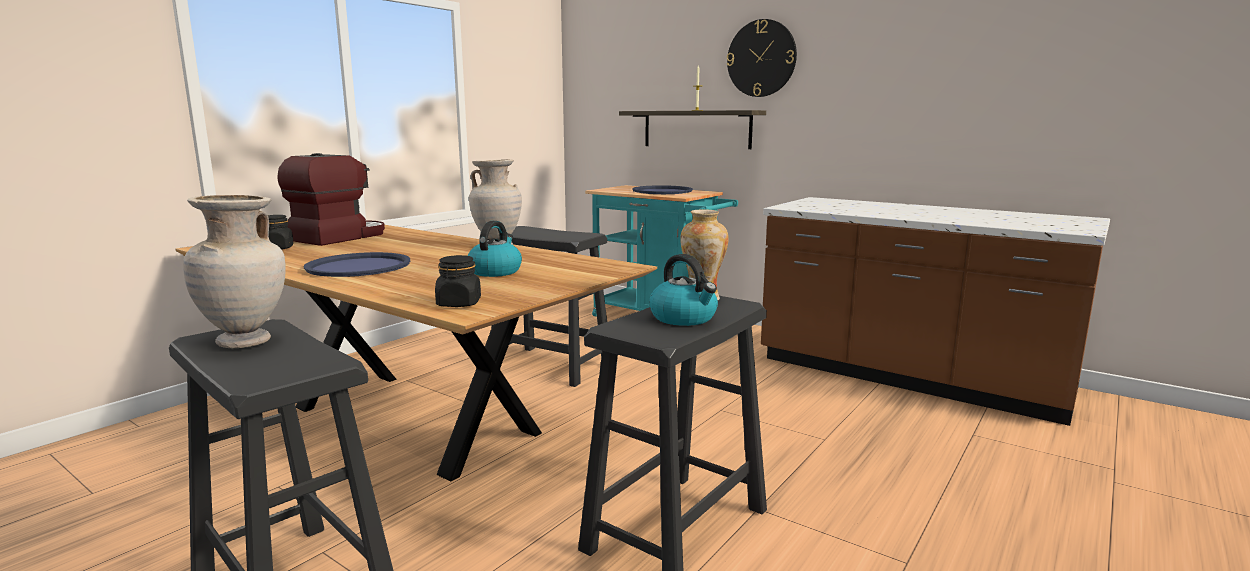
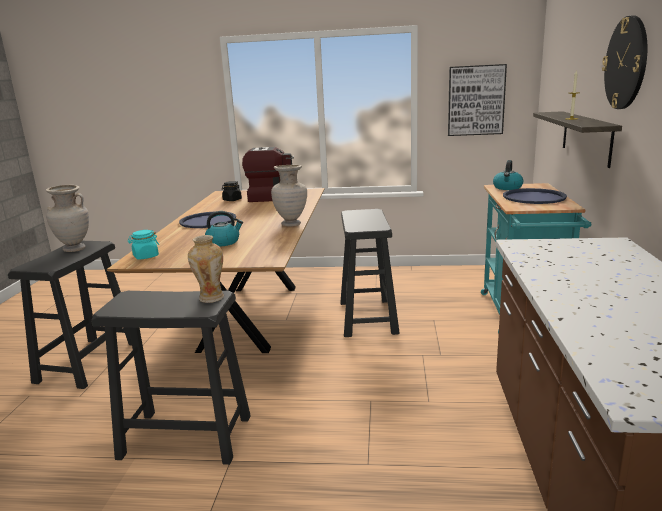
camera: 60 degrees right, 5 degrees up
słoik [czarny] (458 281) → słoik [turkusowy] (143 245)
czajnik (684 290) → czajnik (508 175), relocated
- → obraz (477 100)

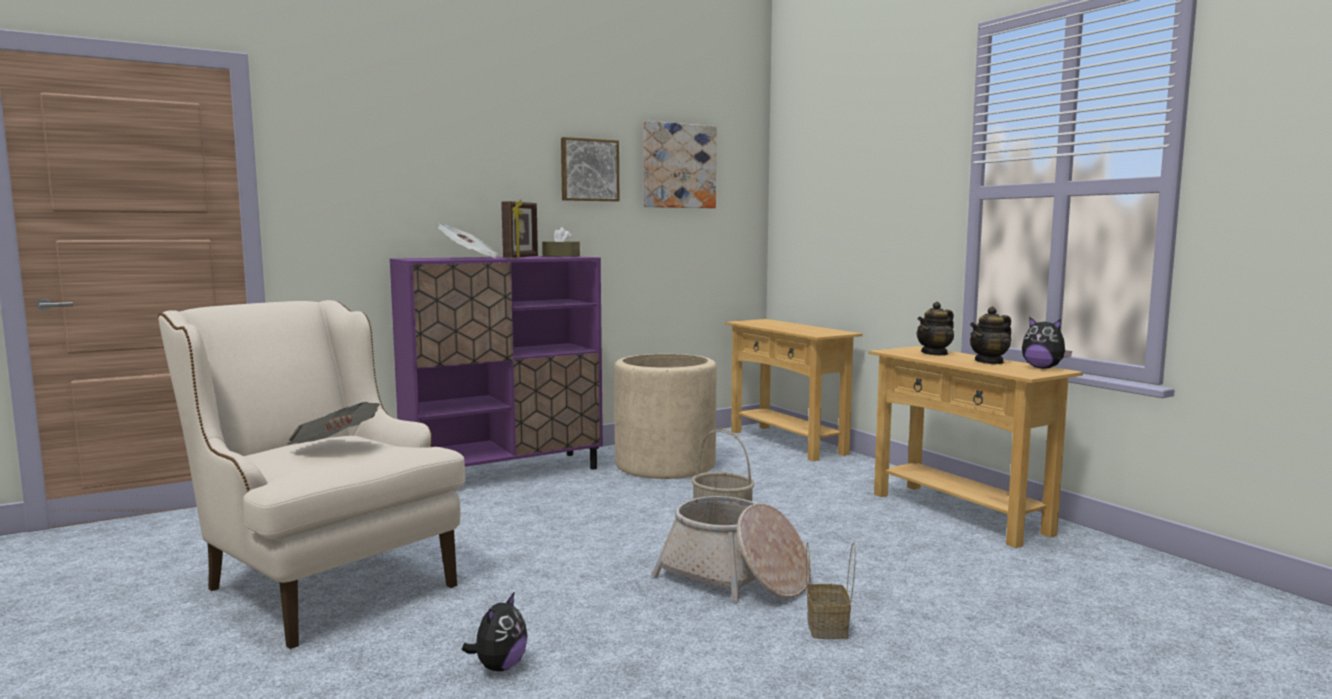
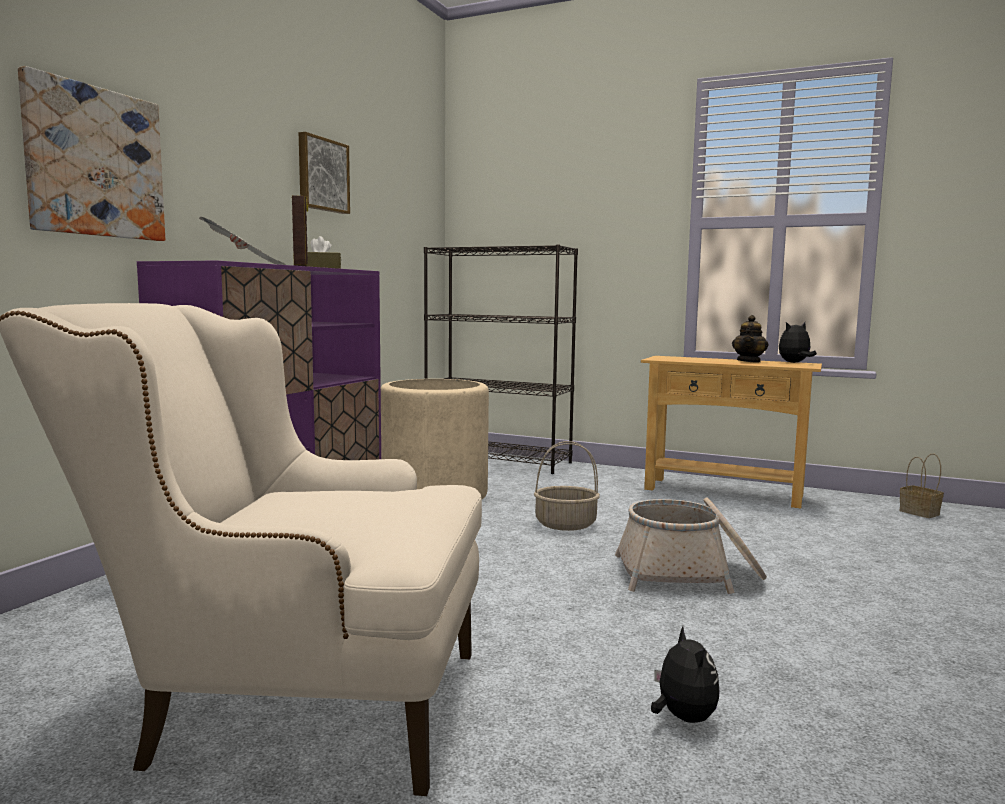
camera: 35 degrees left, 0 degrees up
gazeta (333 423) → -
obraz (680 164) → obraz (91 153), relocated
stolik konsolowy [beżowy] (794 390) → regał [czarny] (501 359)
koszyk (831 590) → koszyk (922 486), relocated
imbryk (935 329) → -
pluszak (1047 343) → pluszak (798 342), 150 degrees clockwise

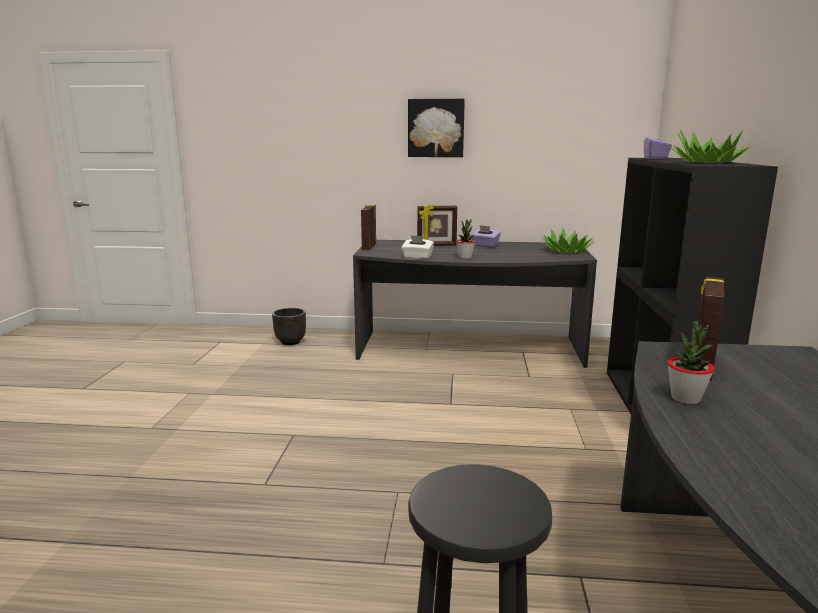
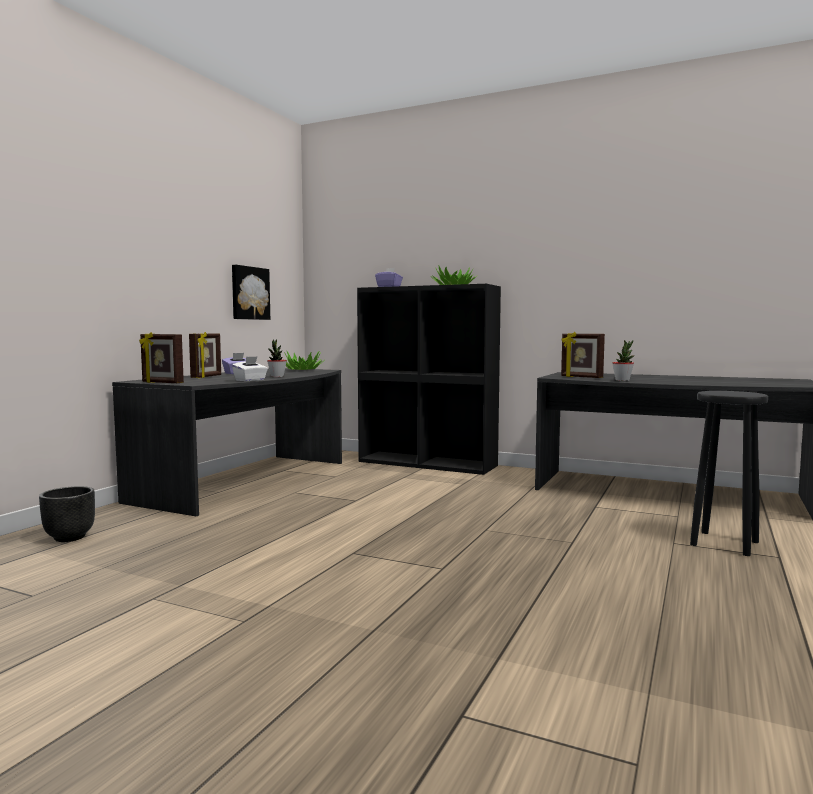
camera: 70 degrees left, 10 degrees down
obraz (436 128) → obraz (251 292), relocated

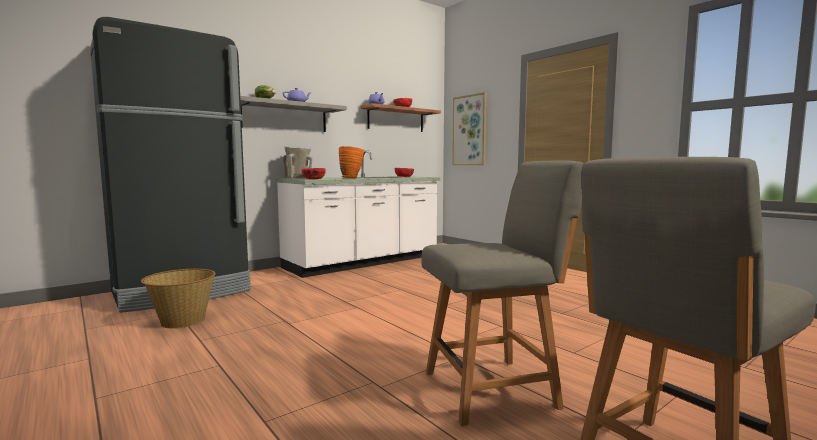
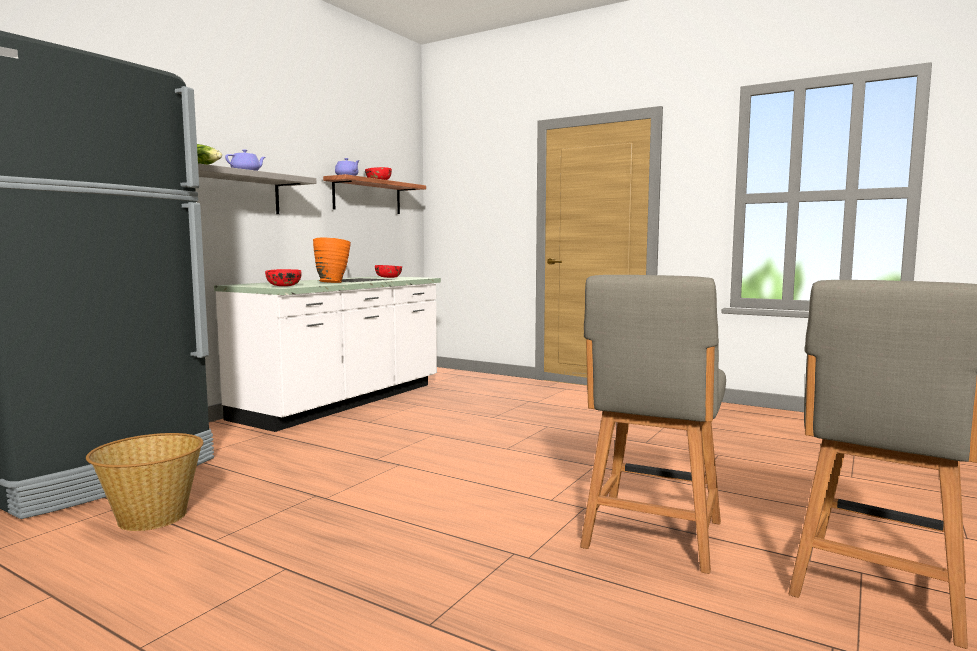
camera: 20 degrees left, 0 degrees up
wazon [beżowy] (297 163) → -
krzesło [szary] (502 293) → krzesło [szary] (653 424), 150 degrees clockwise
obraz (469 128) → -

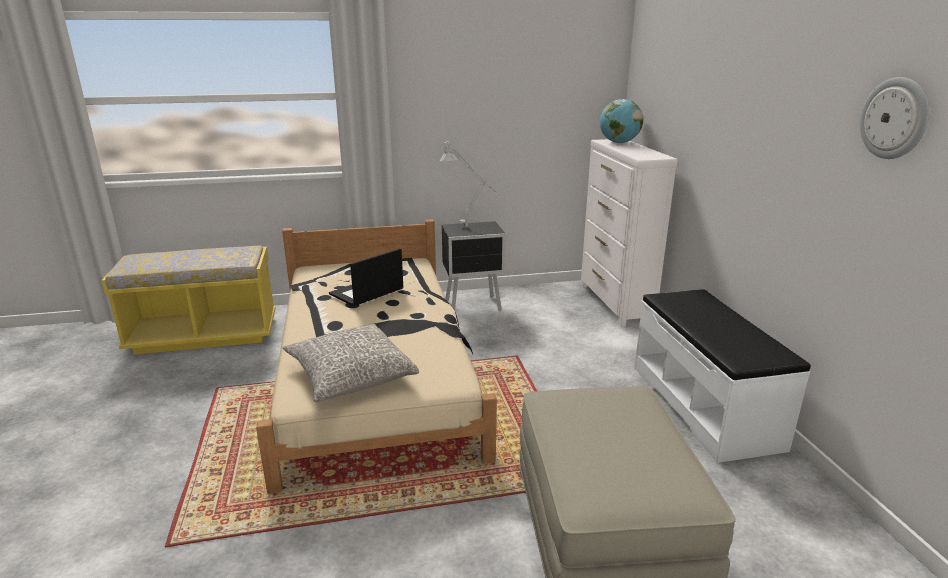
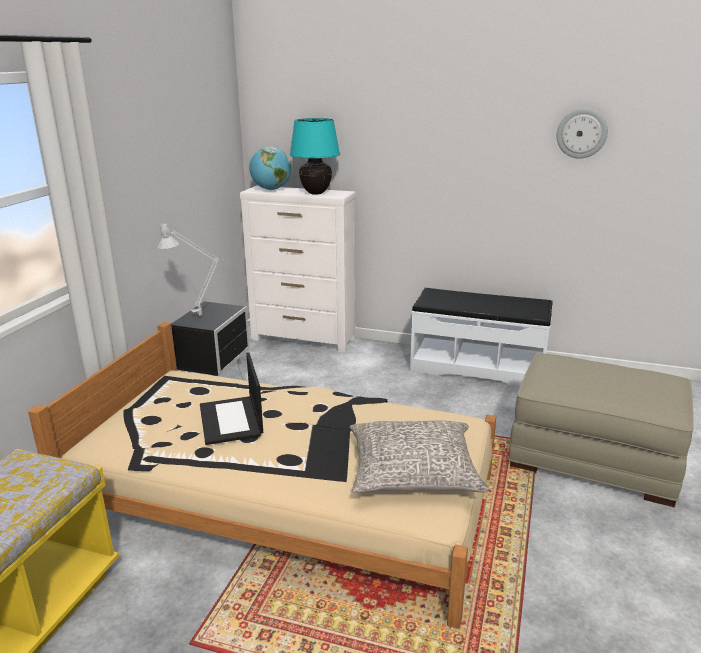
camera: 60 degrees left, 0 degrees up
- → lampa stołowa [turkusowy] (315 156)

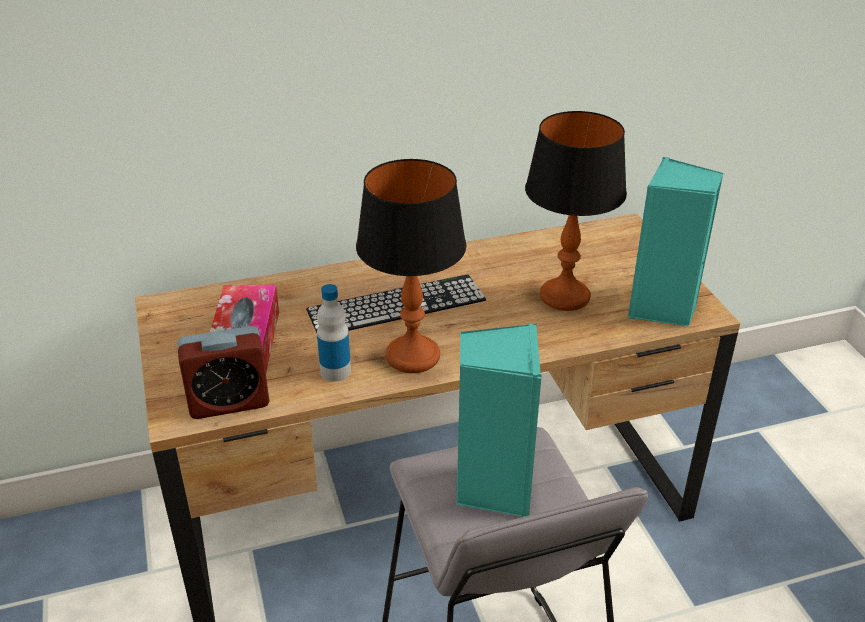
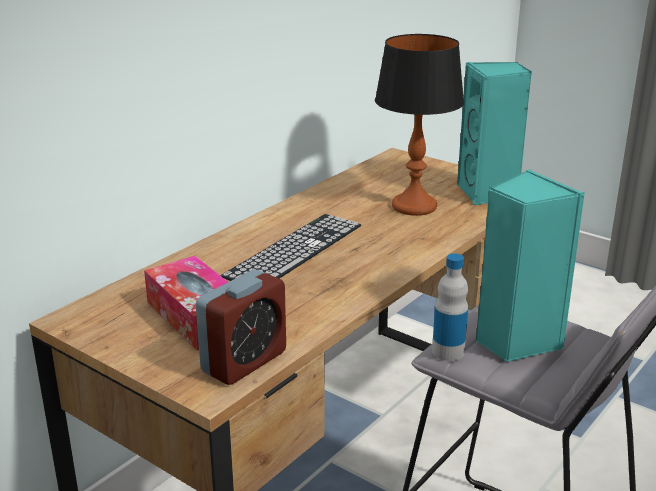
camera: 35 degrees left, 10 degrees down
butelka (334 333) → butelka (450 307), relocated
lampa stołowa (411 266) → -

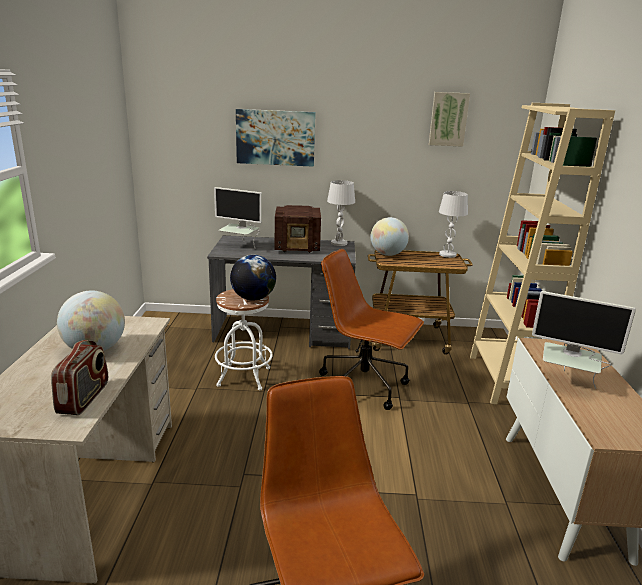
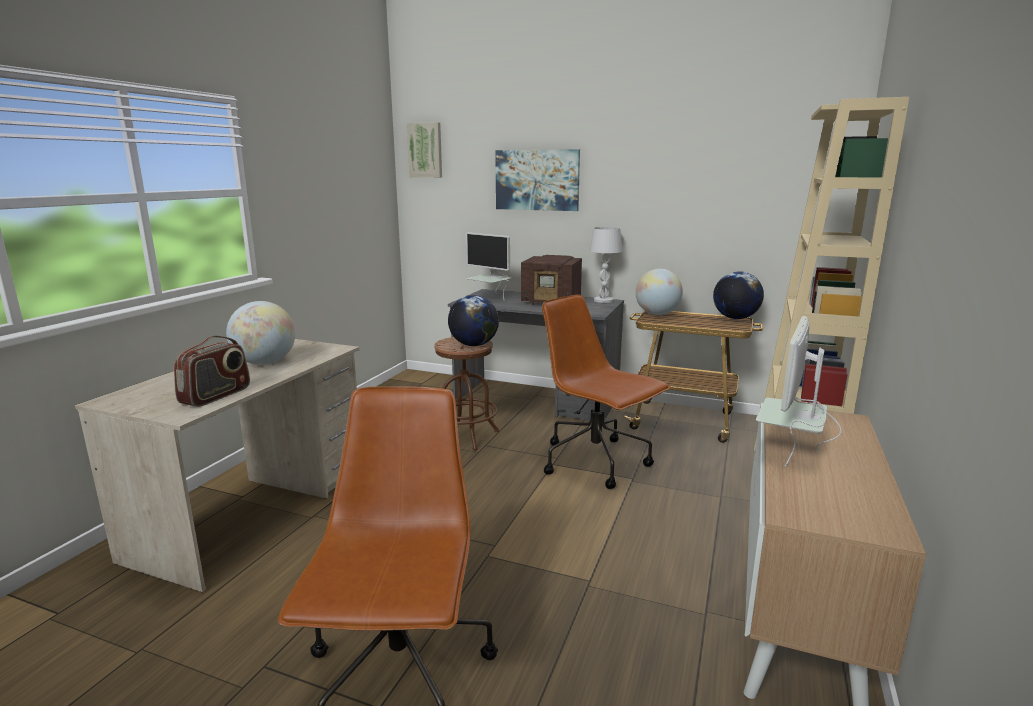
camera: 20 degrees right, 5 degrees down
stołek [biały] (244 339) → stołek [brązowy] (466 394)
obraz (449 119) → obraz (424 150), relocated
lampa stołowa [biały] (453 224) → globus (738 295)
monitor (584 340) → monitor (799 391), 75 degrees clockwise

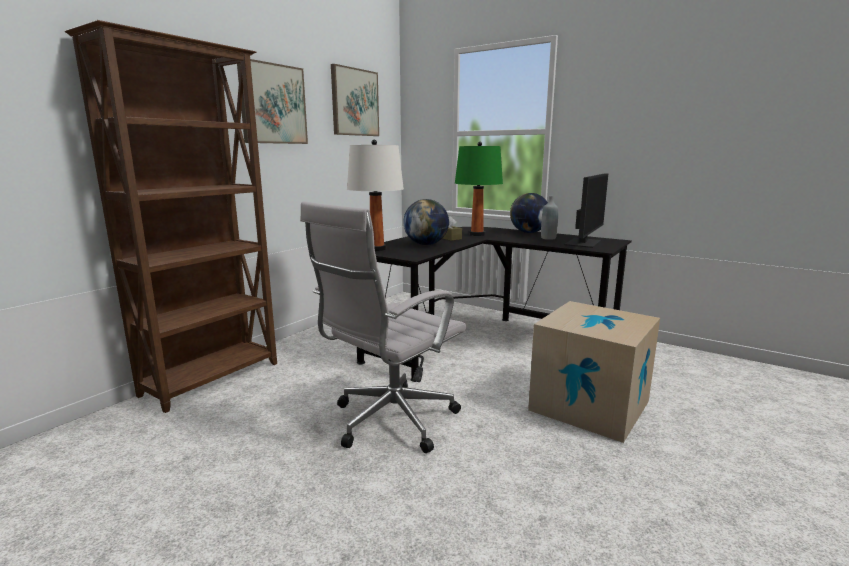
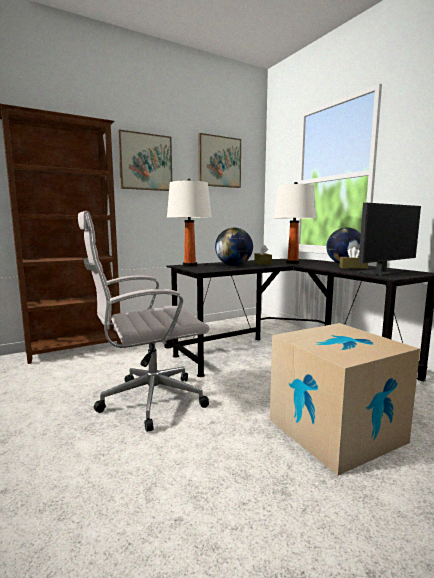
camera: 25 degrees right, 5 degrees down
lampa stołowa [zielony] (479 189) → lampa stołowa [biały] (295 223)
butelka [szary] (549 218) → pudełko chusteczek [brązowy] (353 258)

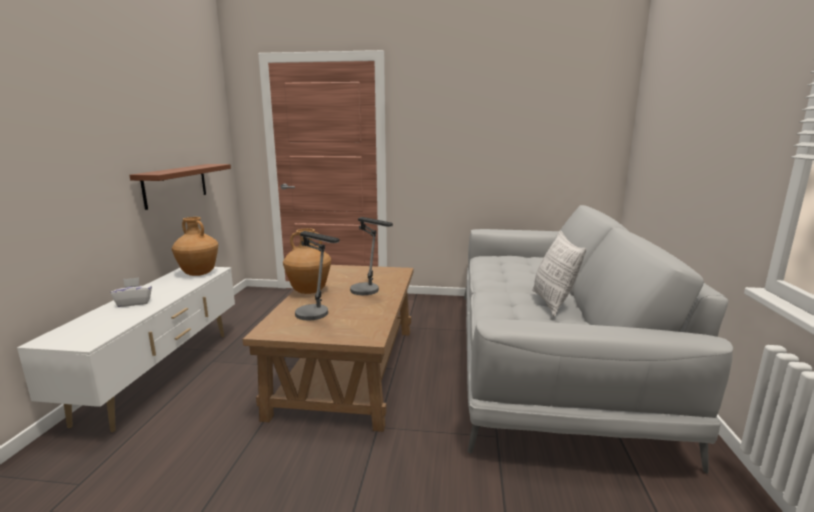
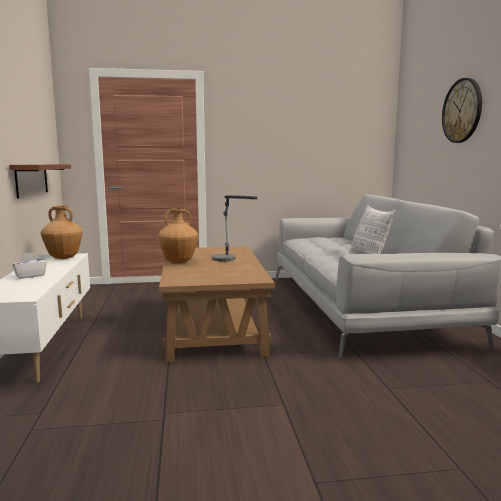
camera: 15 degrees left, 5 degrees down
lampa stołowa (317 276) → -
- → zegar ścienny (462 110)

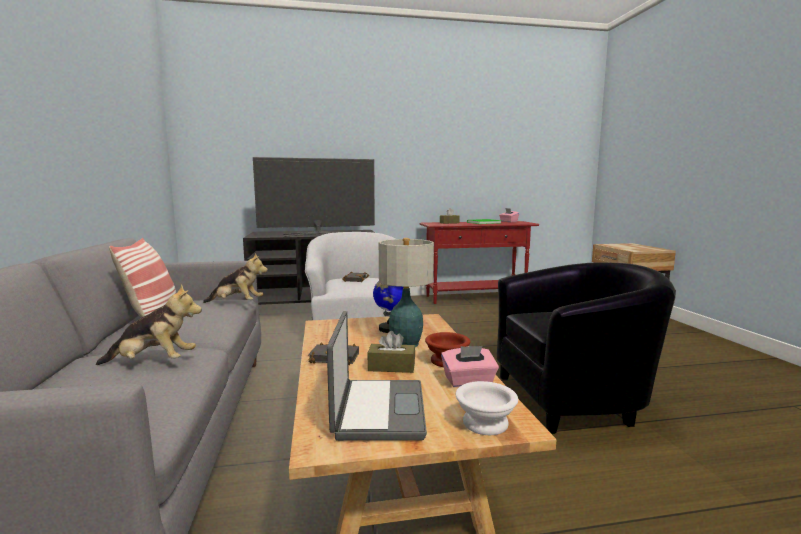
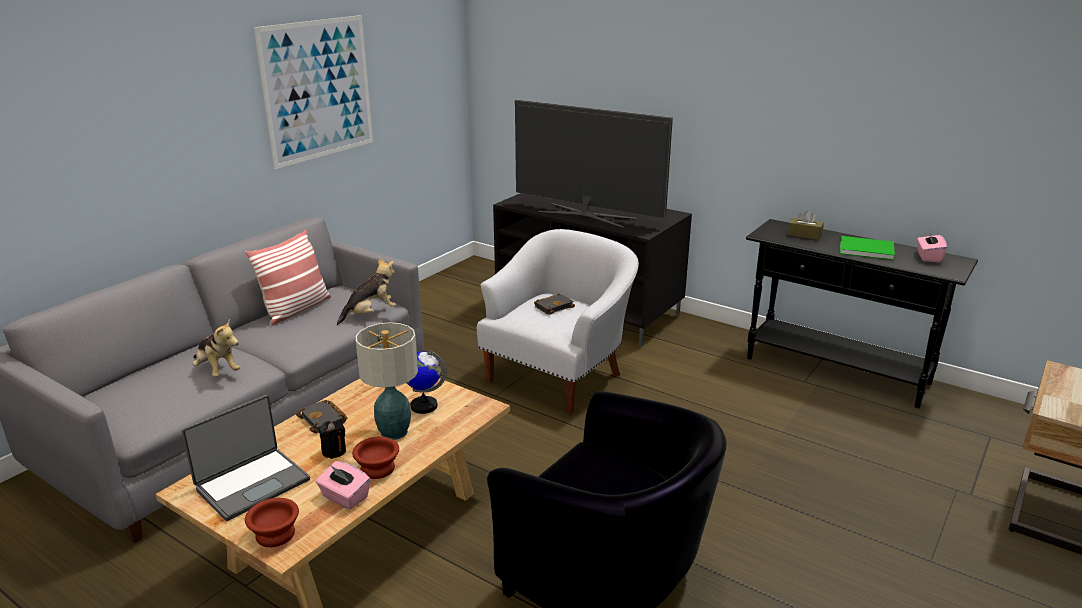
camera: 45 degrees right, 15 degrees up
pluszak (235 278) → pluszak (366 291), 90 degrees counterclockwise
pudełko chusteczek [brązowy] (391 352) → świeca [czarny] (332 440)
stolik konsolowy [czerwony] (479 262) → stolik konsolowy [czarny] (862 313)
miska [biały] (487 408) → miska [brązowy] (272 522)
- → obraz (313 92)

